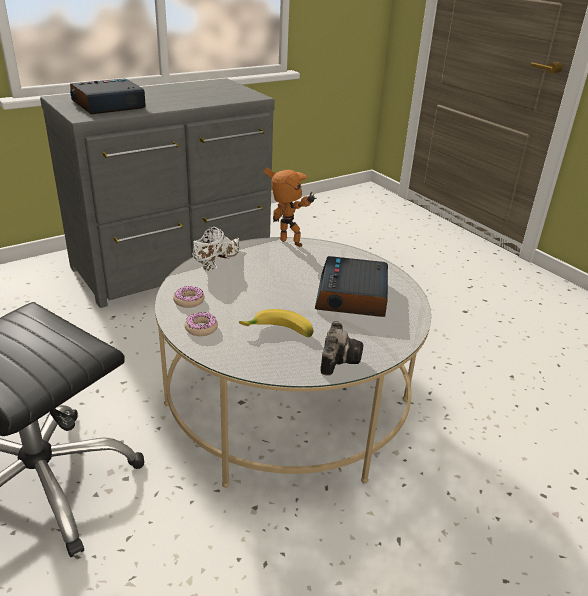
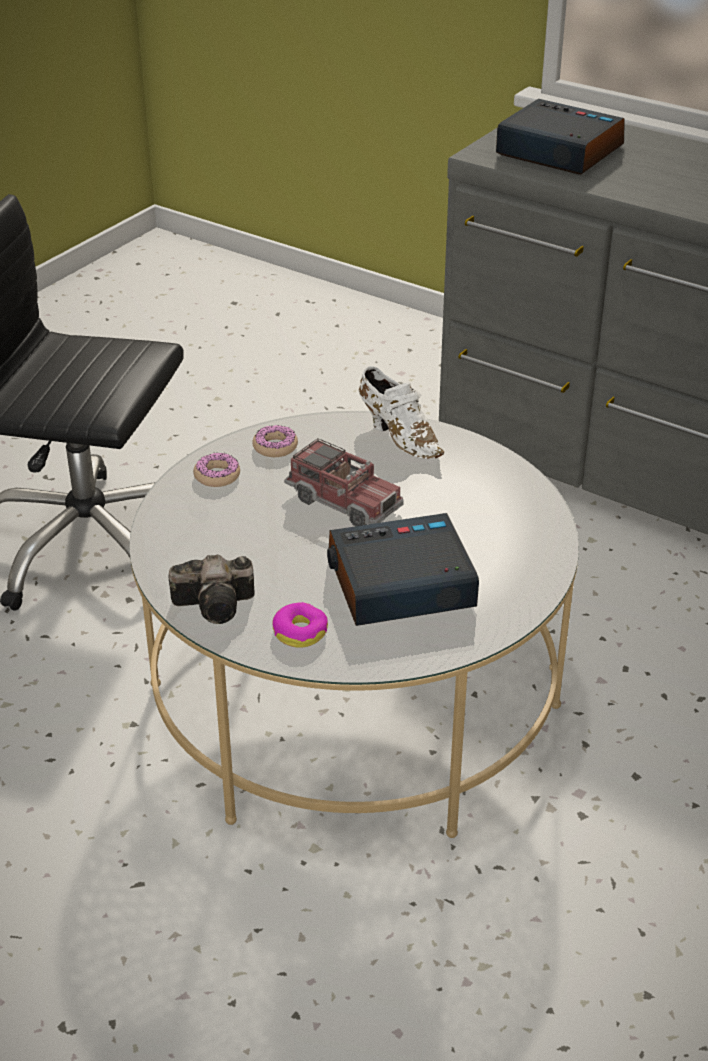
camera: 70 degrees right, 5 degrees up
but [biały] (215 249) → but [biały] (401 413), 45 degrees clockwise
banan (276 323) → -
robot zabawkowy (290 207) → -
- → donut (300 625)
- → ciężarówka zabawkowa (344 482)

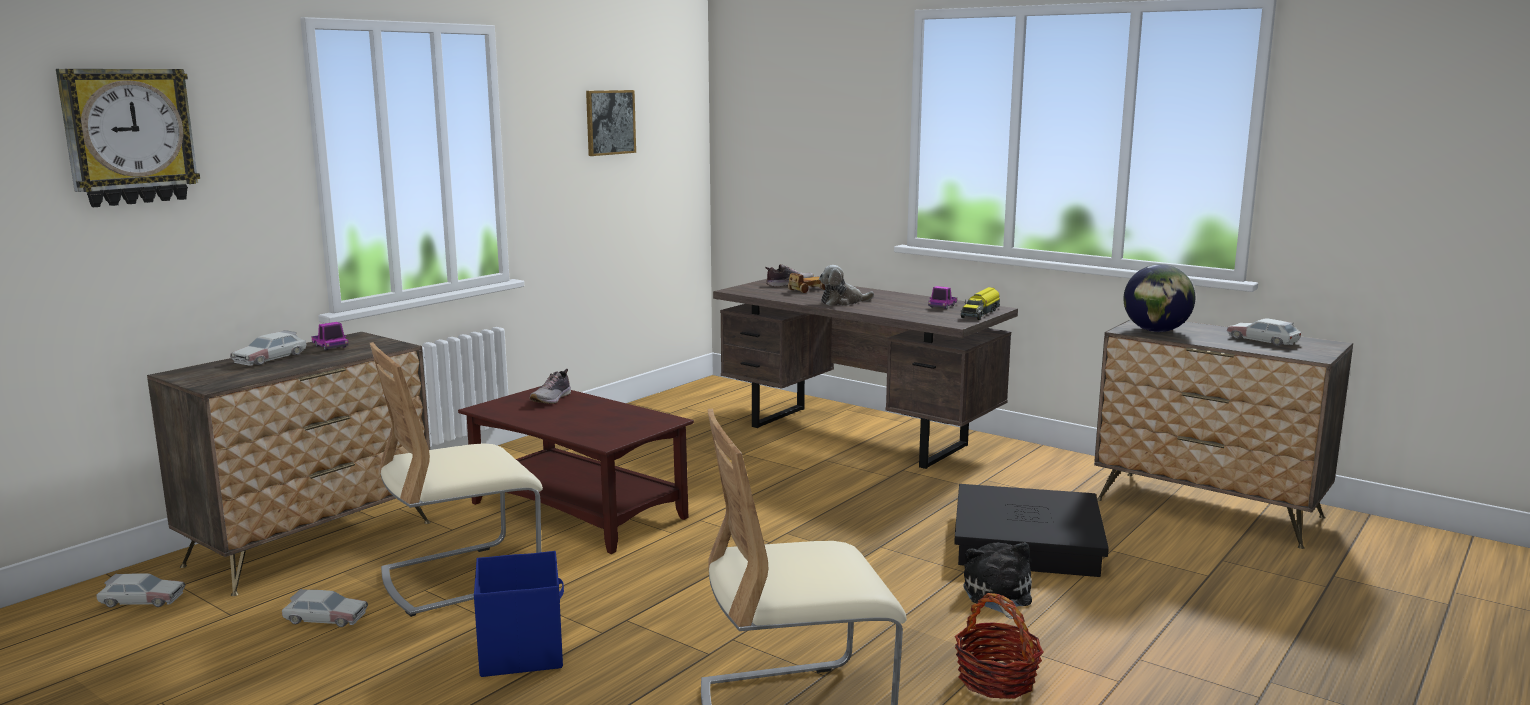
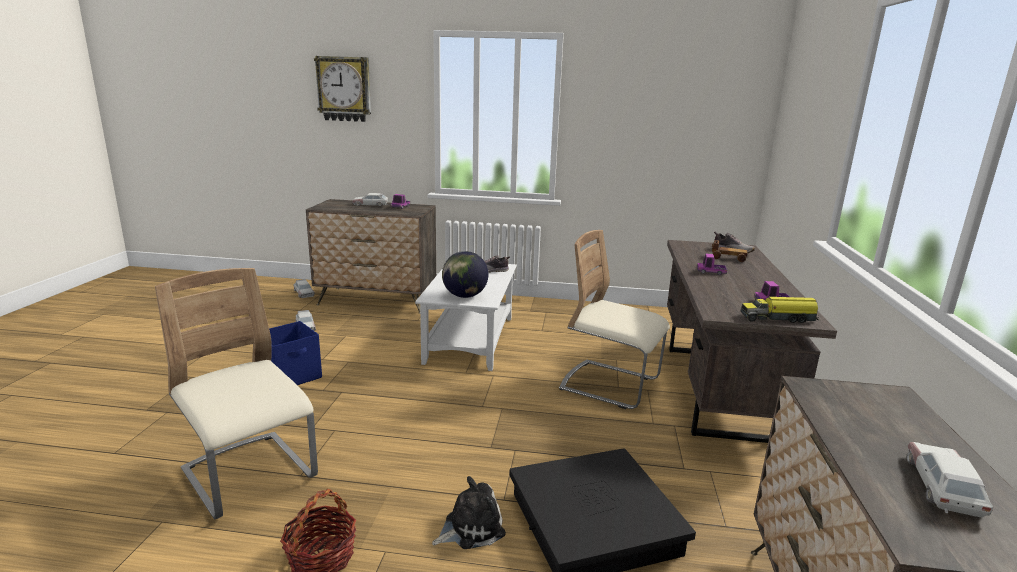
camera: 60 degrees right, 5 degrees up
krzesło [beżowy] (456 479) → krzesło [beżowy] (614 319), relocated
ława [brązowy] (576 470) → ława [biały] (466 317)
obraz (611 123) → -
pluszak (846 285) → ciężarówka zabawkowa (712 264)
globus (1159 298) → globus (465 274), relocated

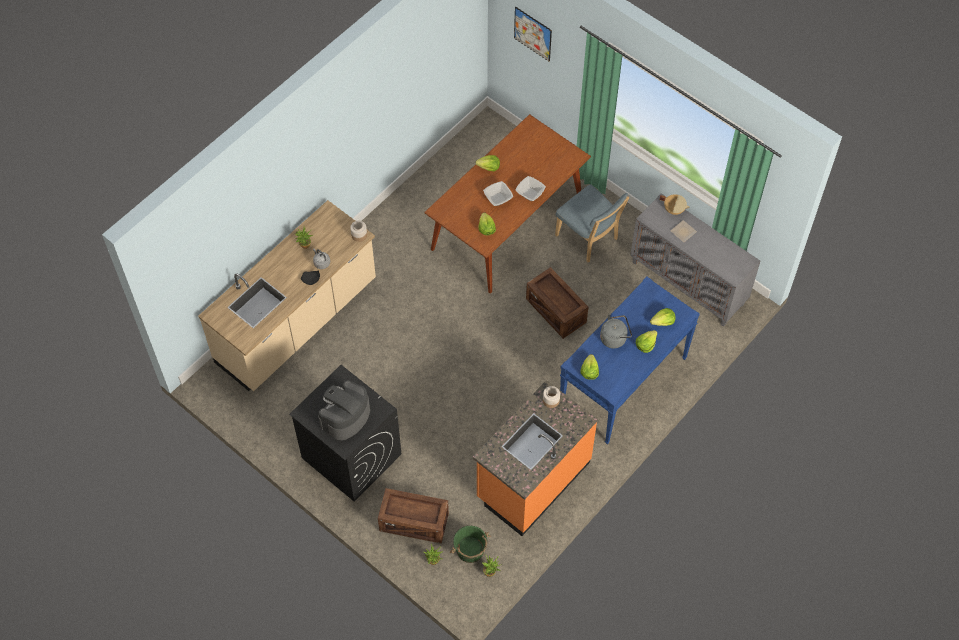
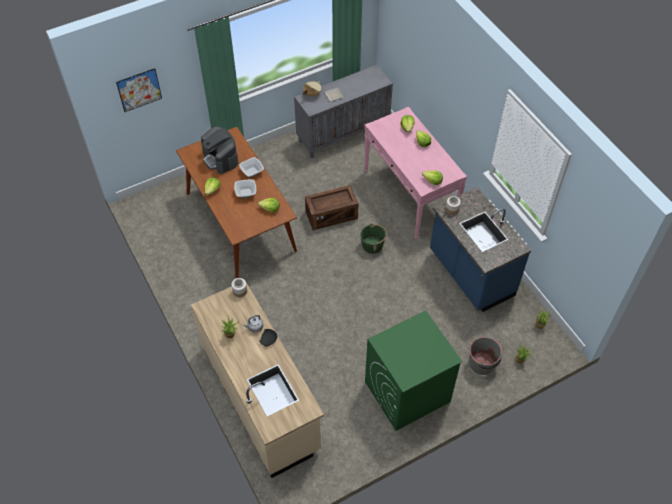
camera: 70 degrees left, 5 degrees down
pralka [czarny] (345 433) → pralka [zielony] (414 371)
ekspres do kawy (344 410) → ekspres do kawy (220 150), relocated
skrzynka (413 516) → wiadro [szary] (485 356)
wiadro [zielony] (470 544) → wiadro [zielony] (373 238), relocated
zabudowa kuchenna [pomarańczowy] (535 458) → zabudowa kuchenna [niebieski] (480 249)
krzesło [niebieski] (592 223) → -
stolik konsolowy [niebieski] (630 360) → stolik konsolowy [różowy] (415 173)
czajnik [szary] (616 332) → -

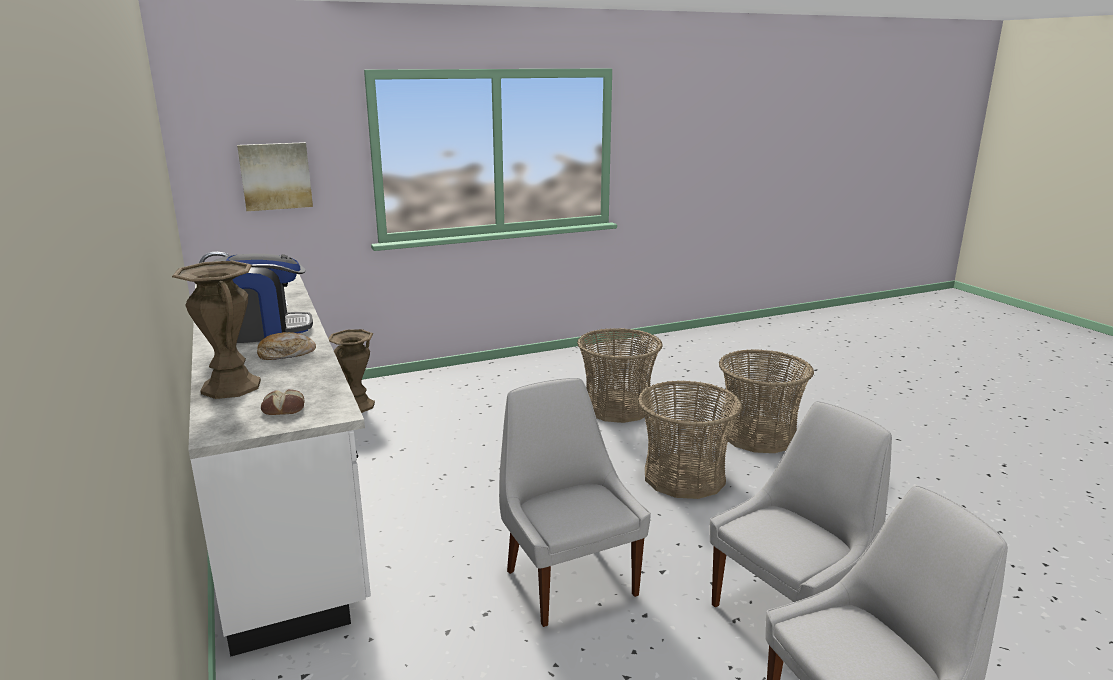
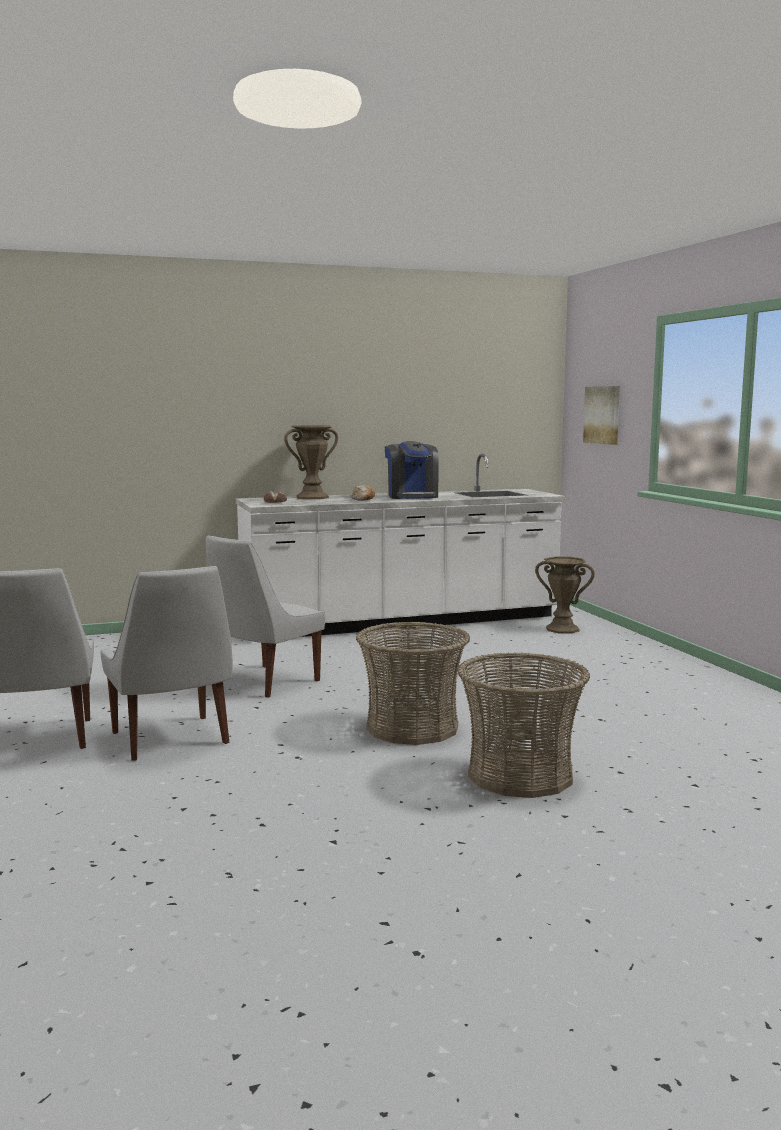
camera: 95 degrees right, 10 degrees down
krzesło [biały] (575 502) → krzesło [biały] (265 616), 150 degrees clockwise
koszyk (620 375) → -

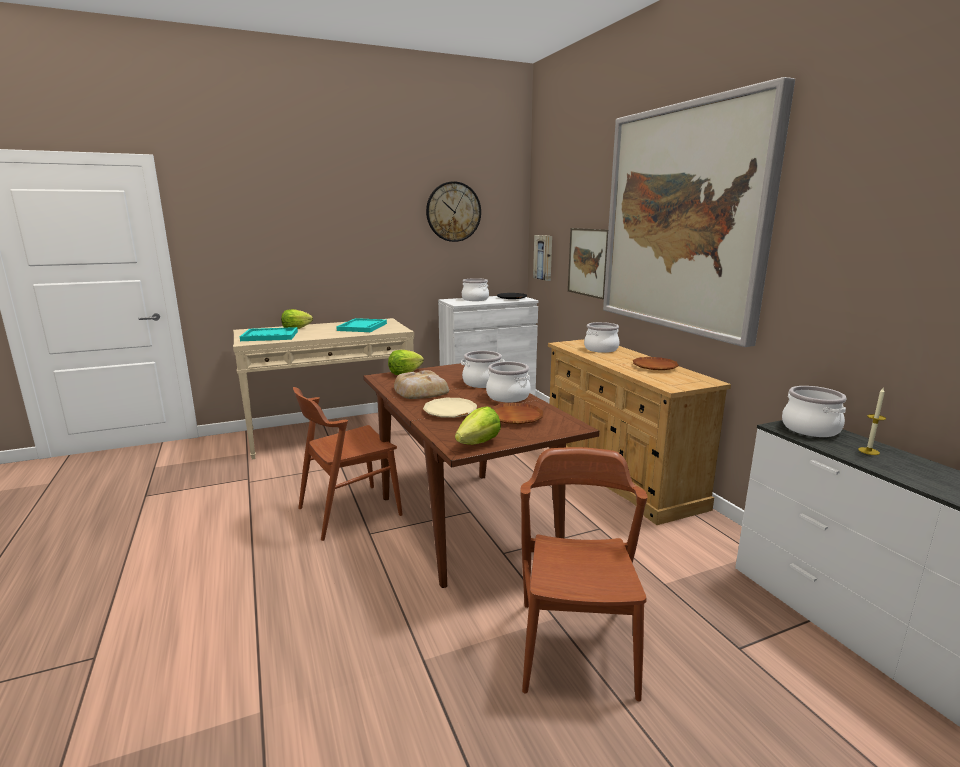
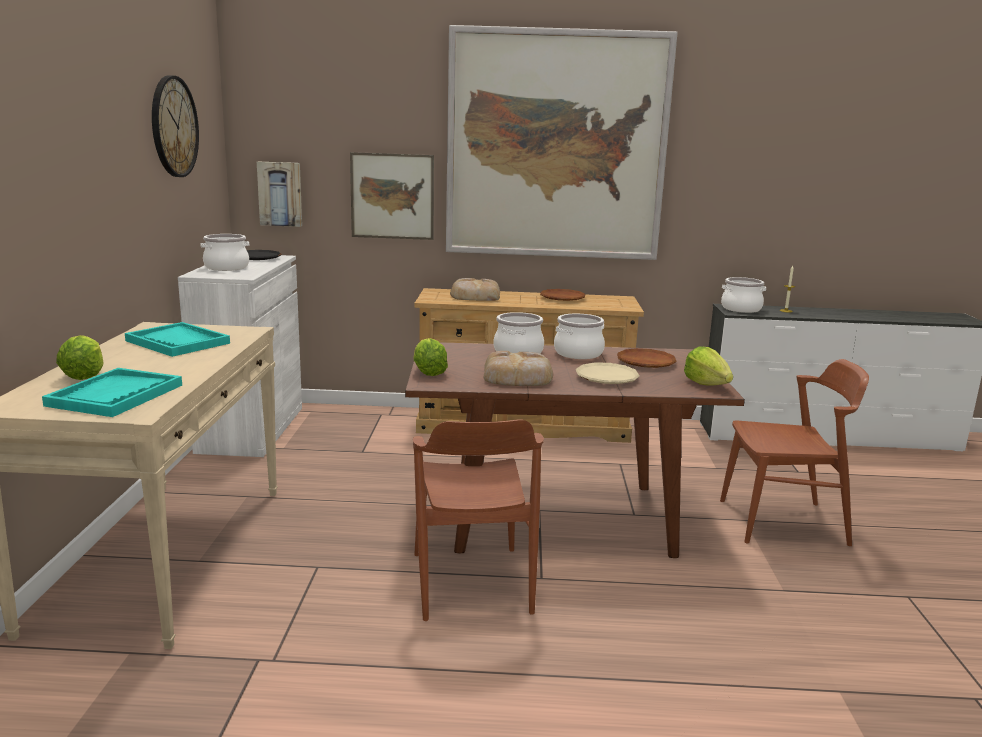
camera: 65 degrees left, 0 degrees up
krzesło [brązowy] (584 574) → krzesło [brązowy] (794 452), 150 degrees clockwise
garnek (602 337) → chleb (475 289)

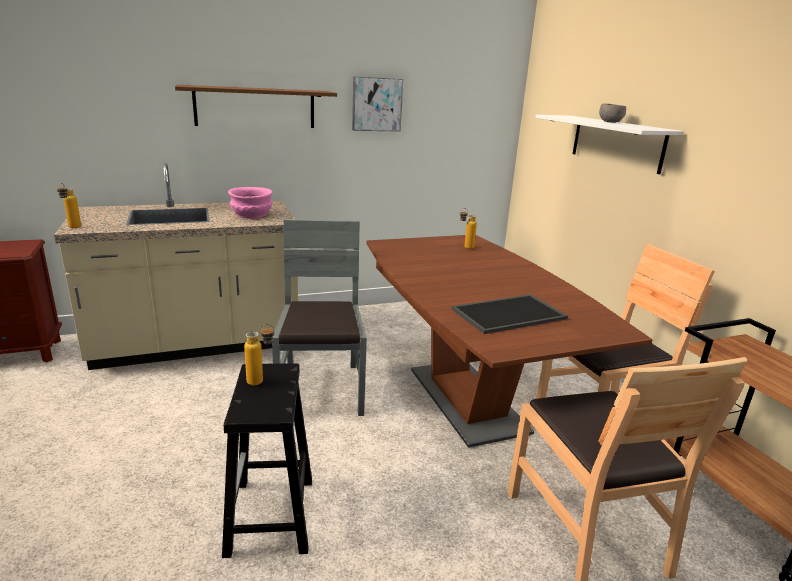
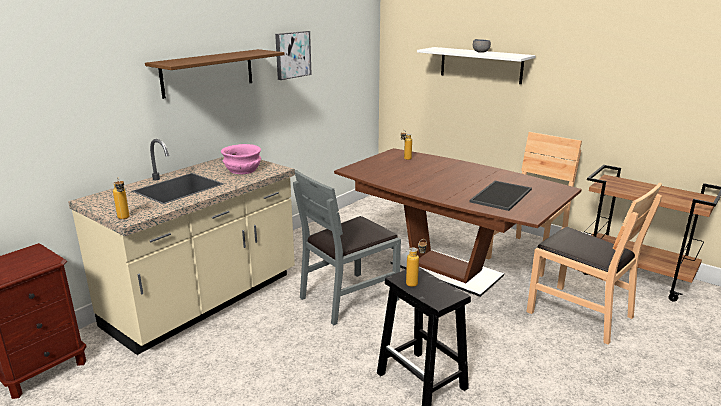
camera: 30 degrees left, 0 degrees up
krzesło [szary] (319 317) → krzesło [szary] (347 247), 90 degrees counterclockwise

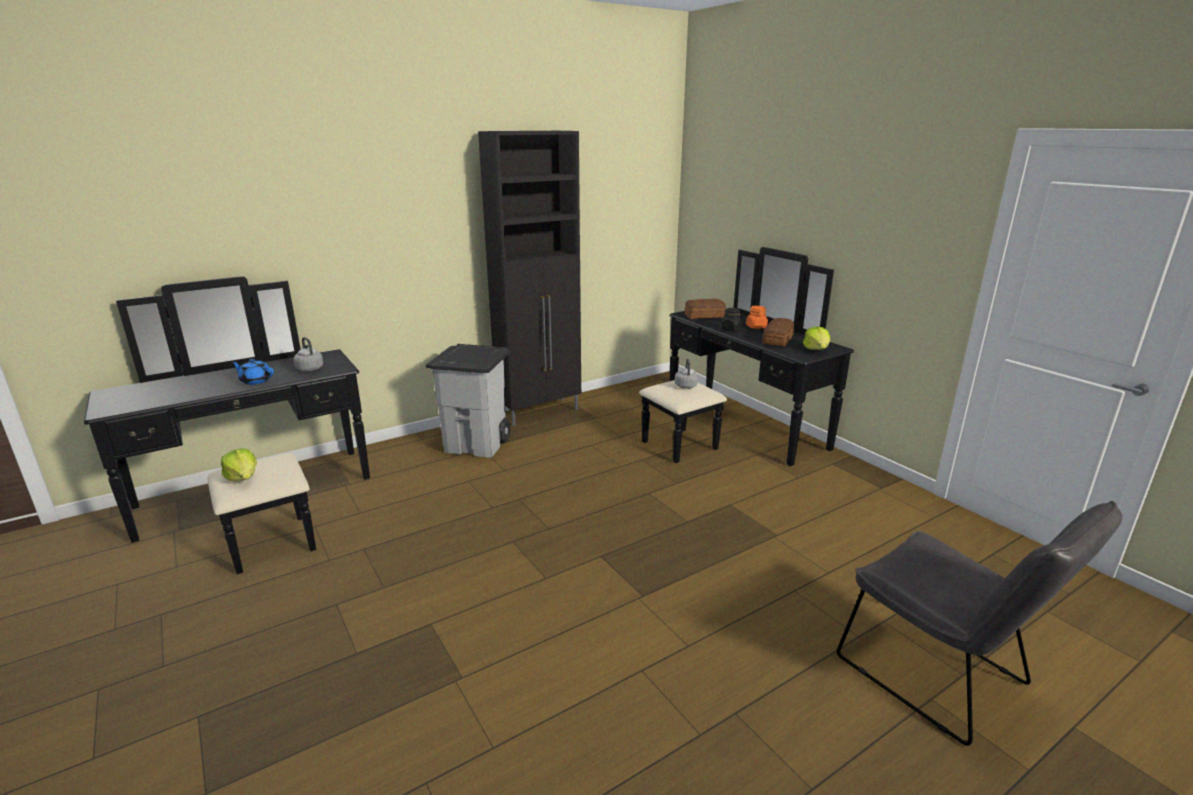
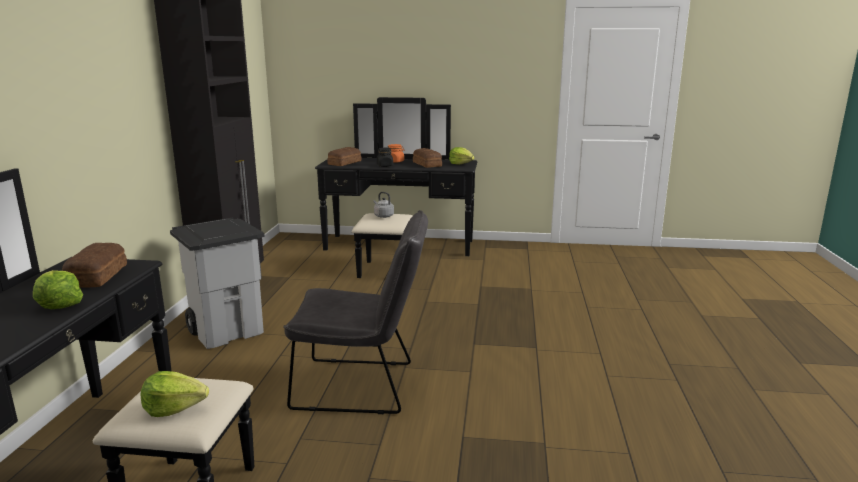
camera: 50 degrees left, 5 degrees down
imbryk [niebieski] (253 372) → sałata (58 289)
czajnik [szary] (308 354) → chleb (94 265)
krzesło [szary] (979 623) → krzesło [szary] (355 312), relocated

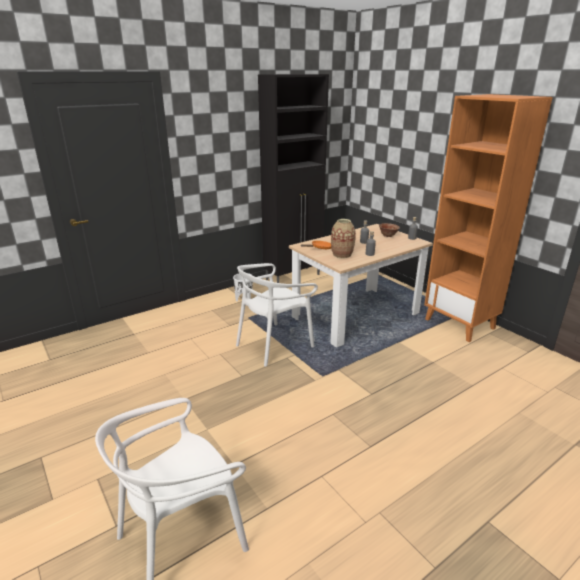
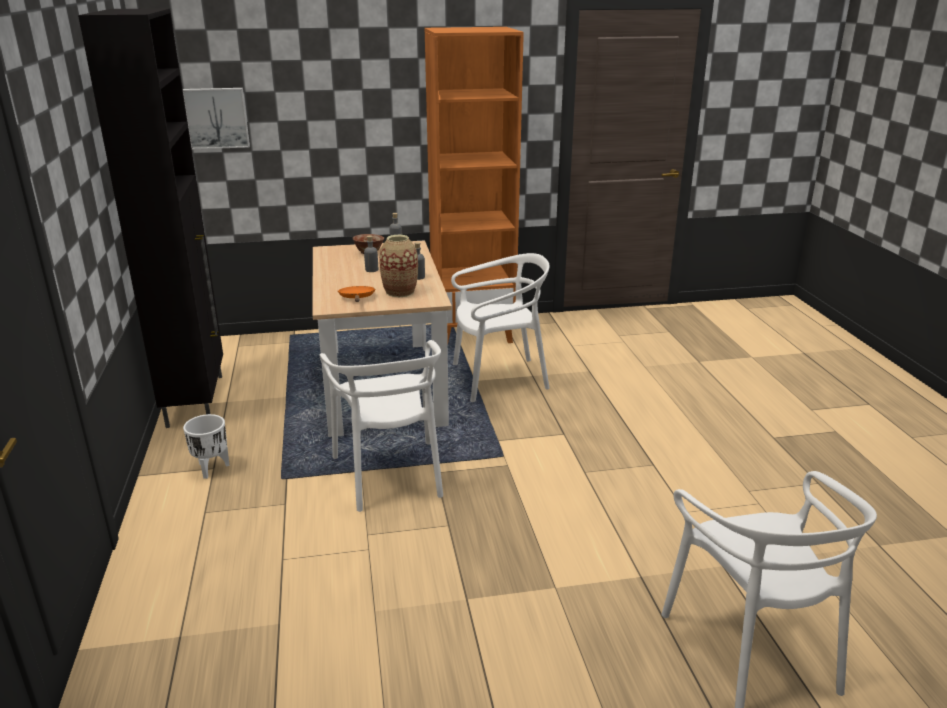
camera: 65 degrees left, 0 degrees up
- → obraz (216 118)
- → krzesło [biały] (500 327)

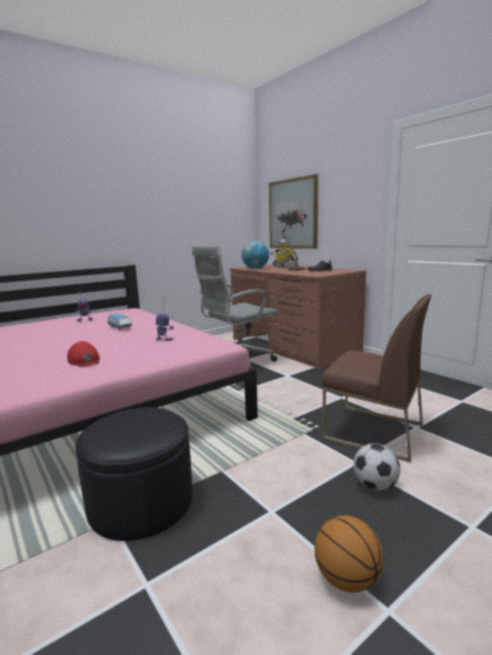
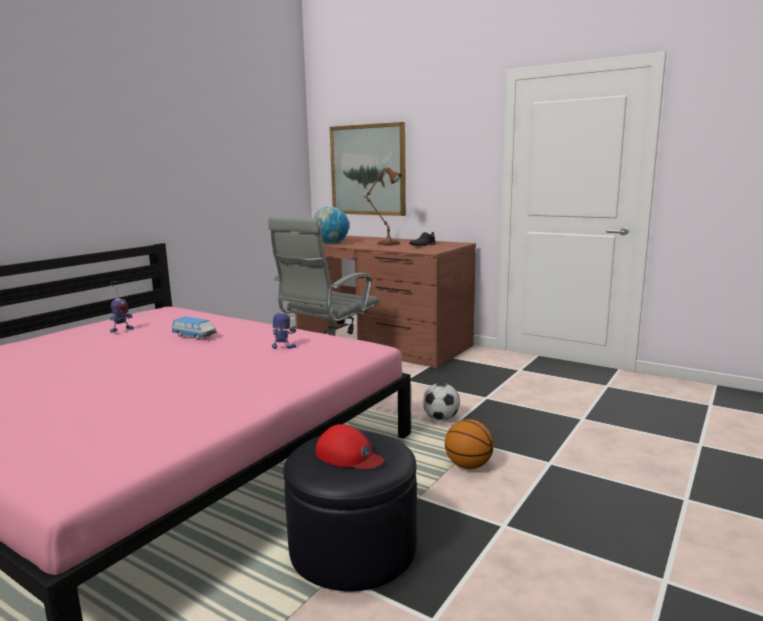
camera: 20 degrees left, 0 degrees up
czapka z daszkiem [czerwony] (83 354) → czapka z daszkiem [czerwony] (350 447), relocated
robot zabawkowy (283 254) → -
piłka do koszykówki (349 553) → piłka do koszykówki (469 444), relocated
krzesło [brązowy] (377 378) → -
piłka futbolowa (376 467) → piłka futbolowa (441 402), relocated

